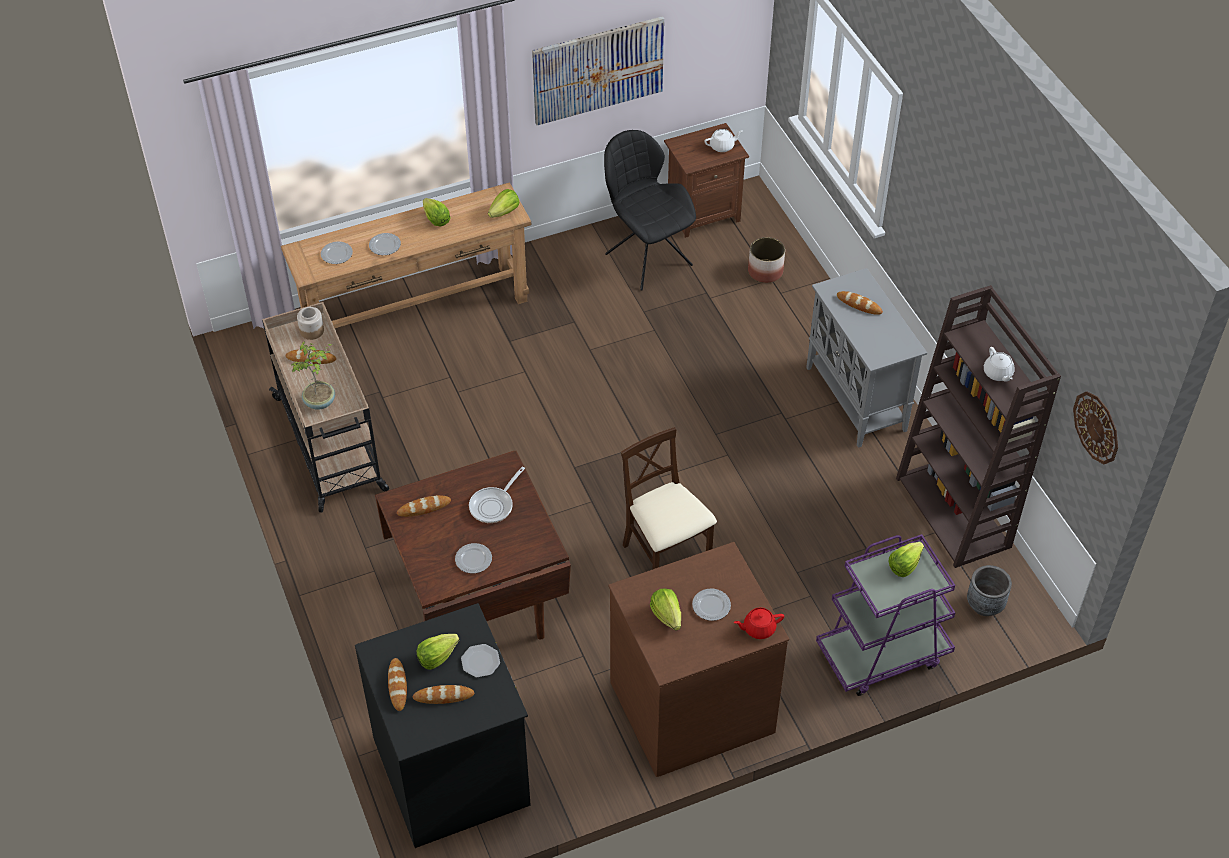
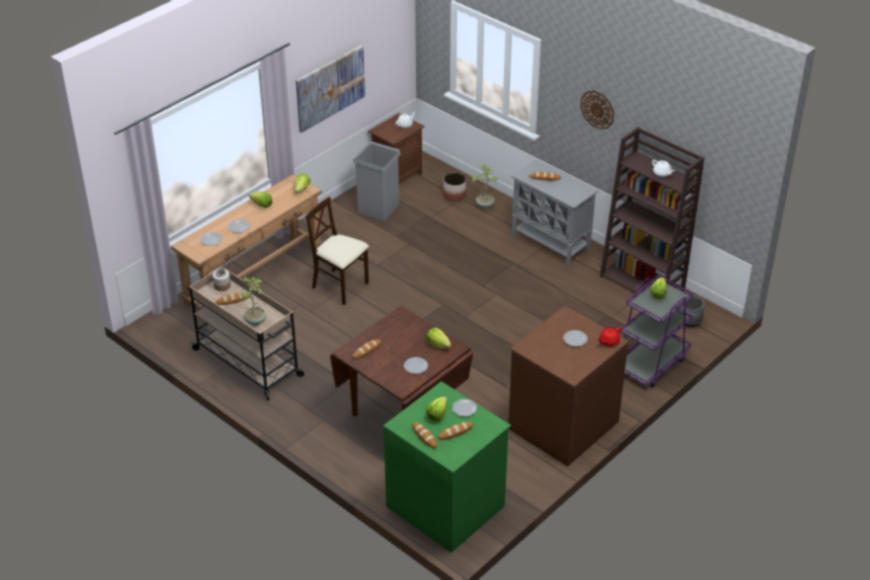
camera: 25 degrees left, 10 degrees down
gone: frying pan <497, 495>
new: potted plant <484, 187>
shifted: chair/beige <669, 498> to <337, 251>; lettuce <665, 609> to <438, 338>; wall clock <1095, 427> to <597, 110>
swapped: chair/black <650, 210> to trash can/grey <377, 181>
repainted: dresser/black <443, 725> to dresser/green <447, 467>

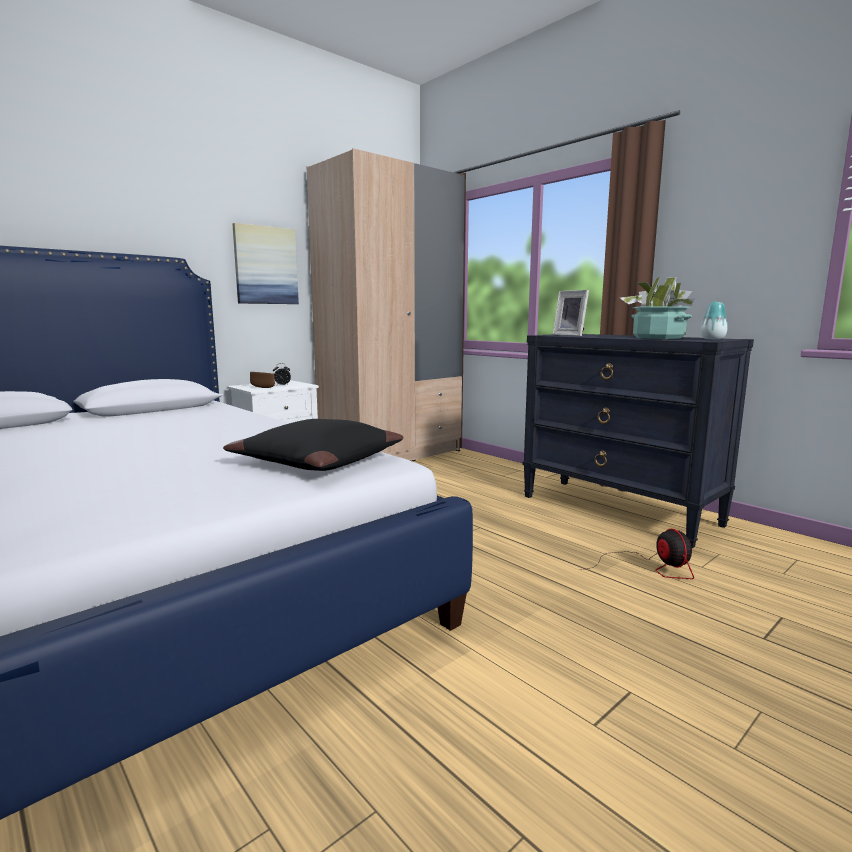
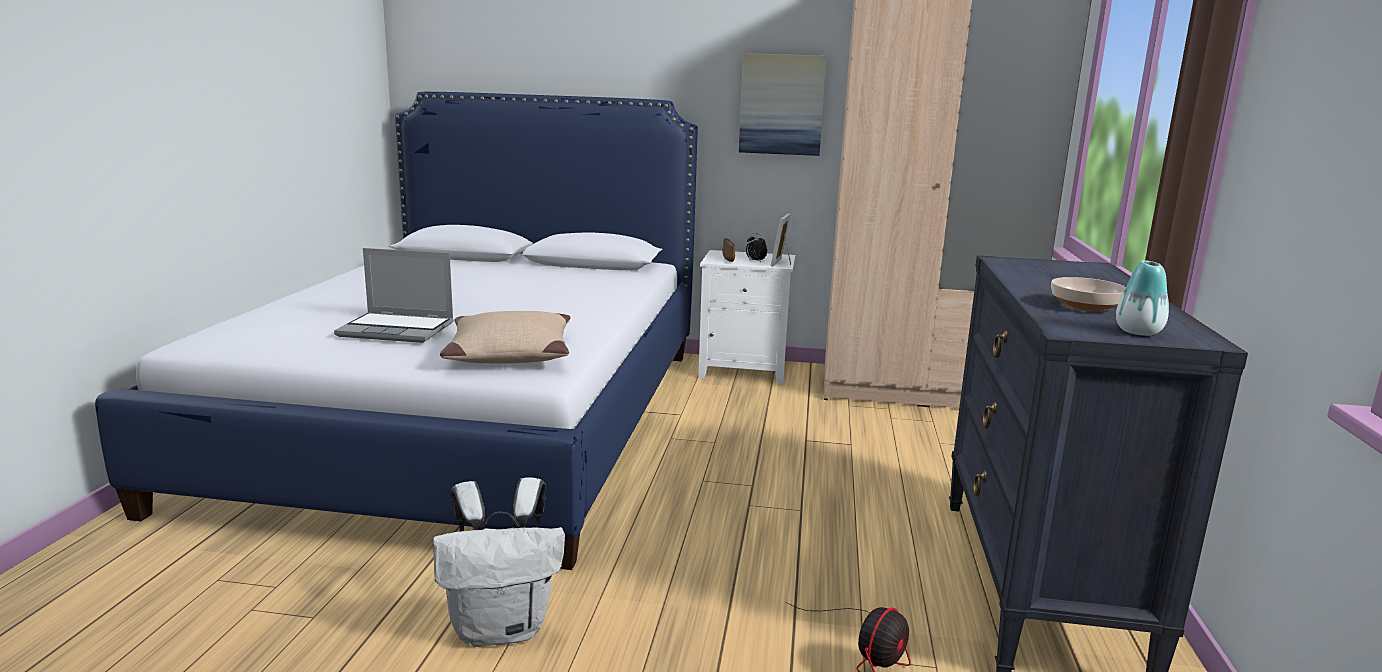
camera: 50 degrees right, 5 degrees up
new: laptop <394, 295>; backpack/white <499, 562>
shifted: picture frame <571, 313> to <781, 240>
swapped: potted plant <657, 308> to bowl <1088, 294>
repainted: pillow/black <313, 445> to pillow/beige <505, 337>

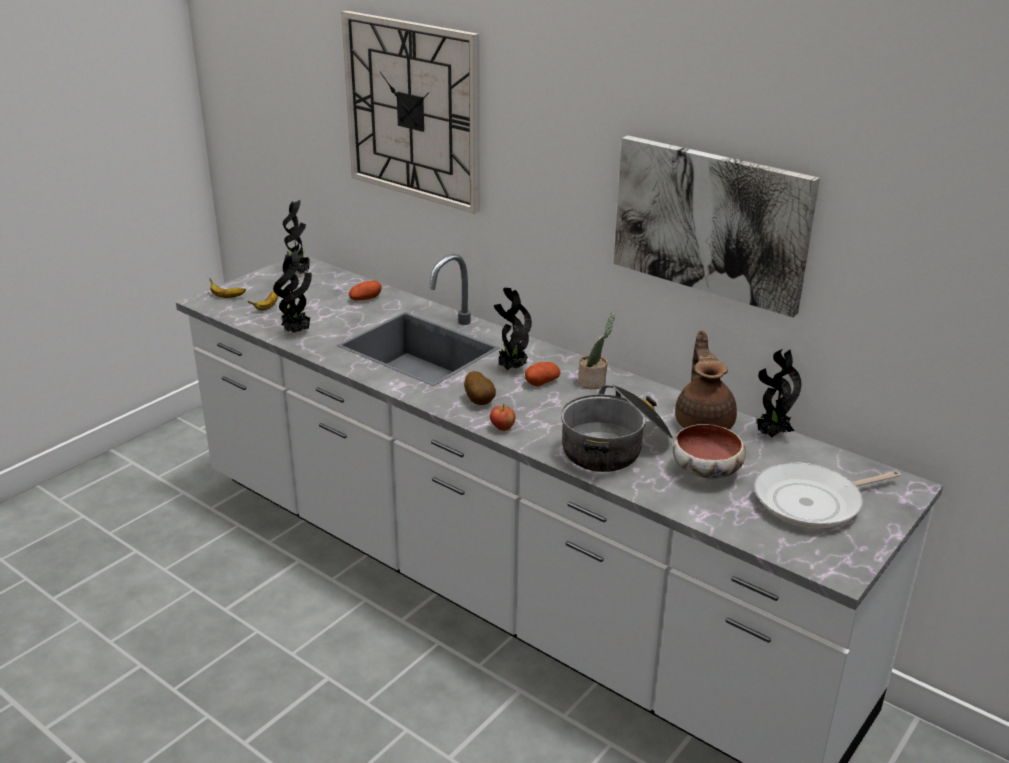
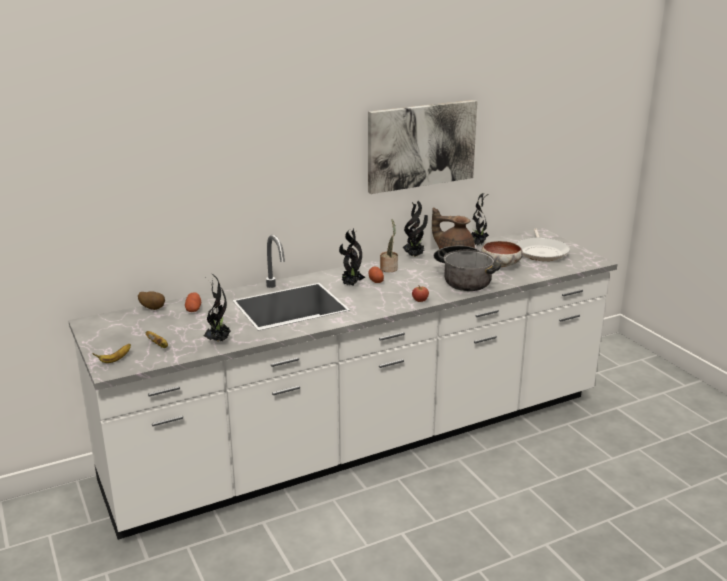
camera: 65 degrees left, 5 degrees down
gone: wall clock <410, 112>
shifted: potted plant <296, 237> to <415, 229>; potato <480, 388> to <151, 300>

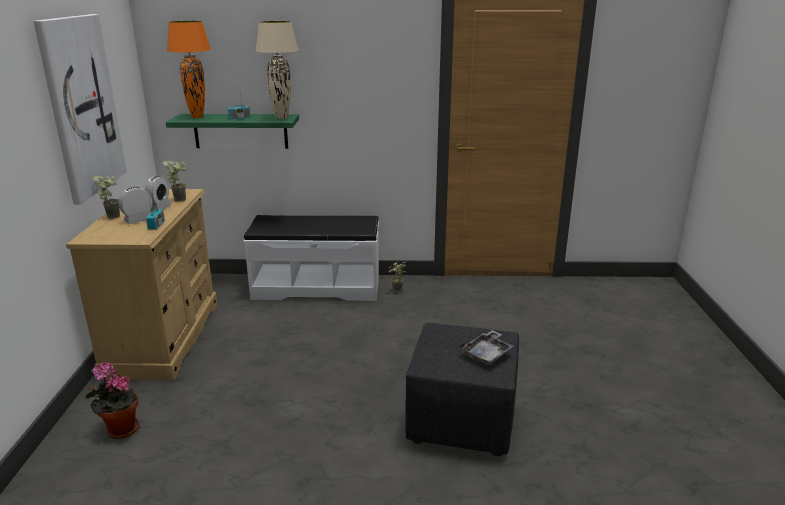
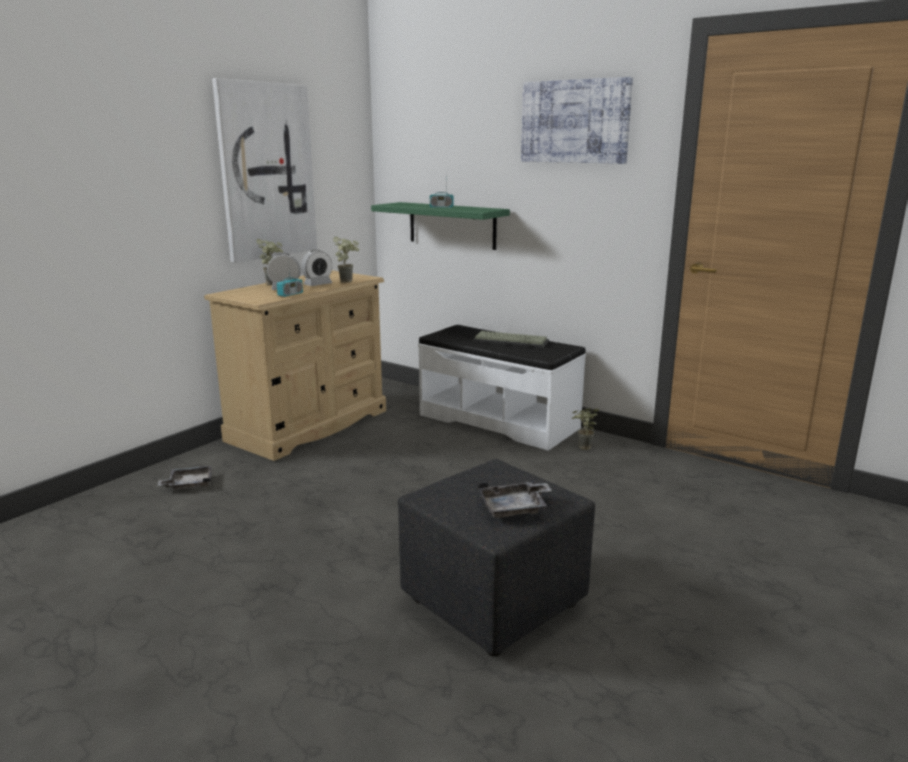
camera: 35 degrees right, 5 degrees down
gone: table lamp/orange <189, 69>; table lamp/beige <277, 70>
new: keyboard <511, 339>; picture <577, 120>
swapped: potted plant <112, 400> to tray/grey <184, 478>

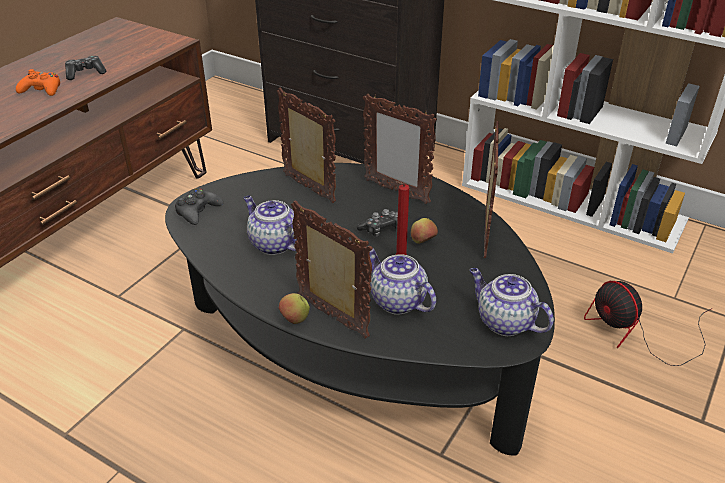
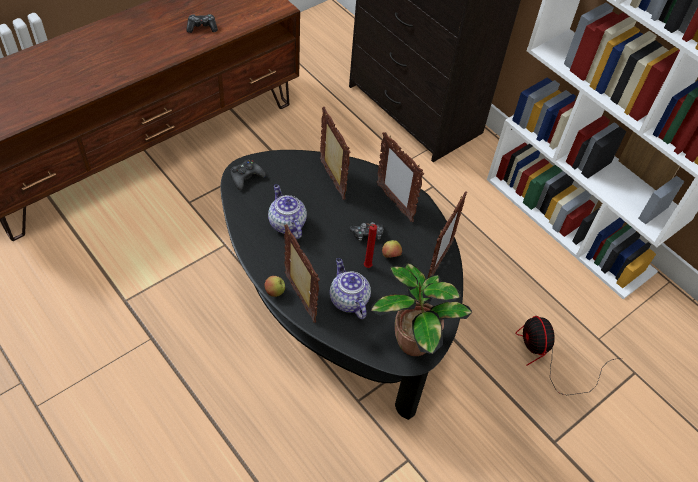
camera: 15 degrees right, 15 degrees up
gone: game controller/orange <38, 82>
swapped: teapot <512, 302> to potted plant <421, 309>

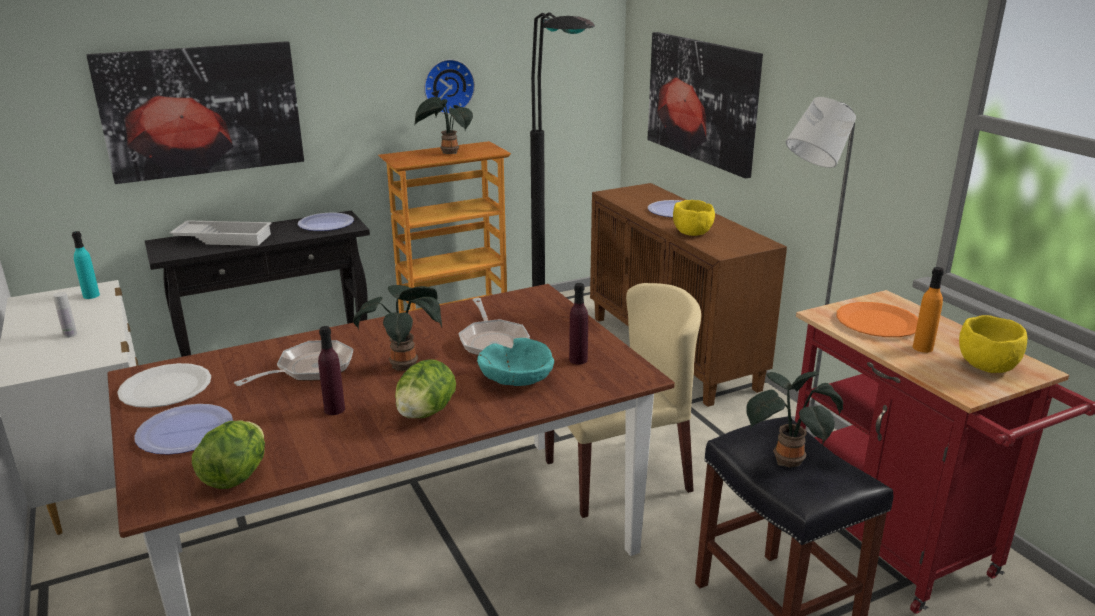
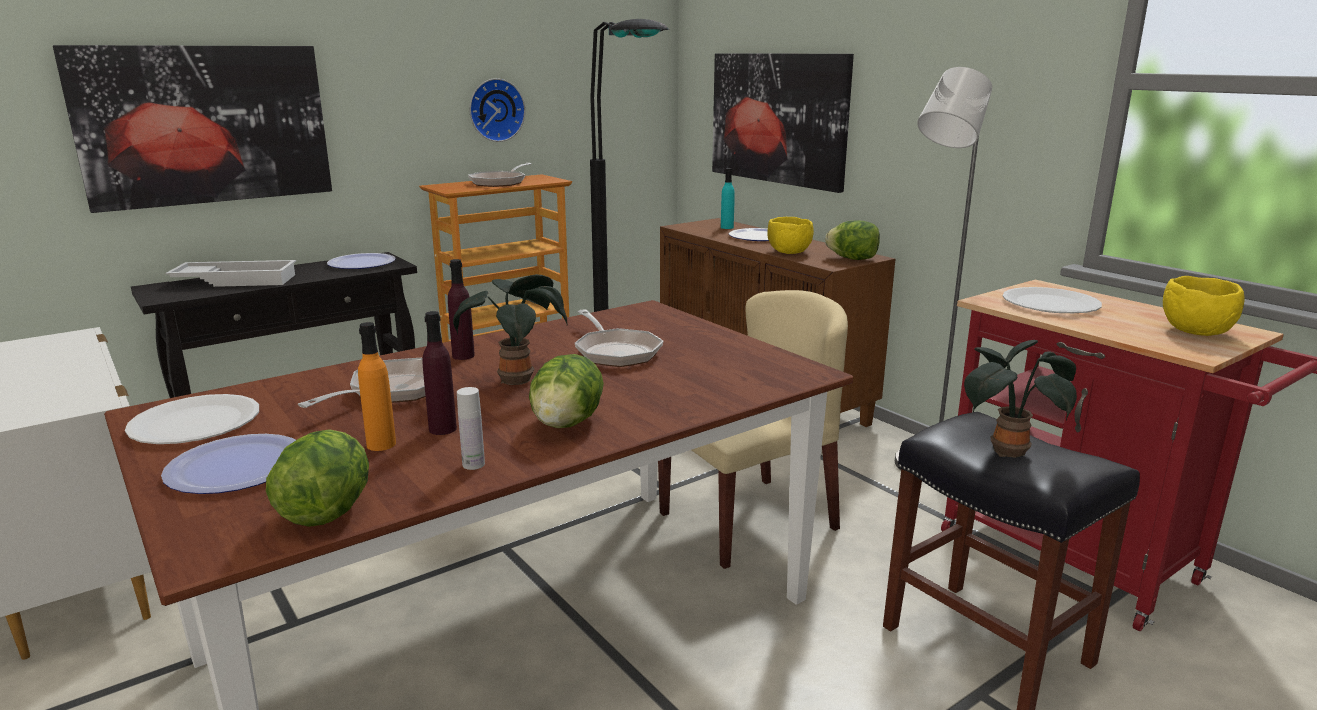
camera: 10 degrees left, 5 degrees down
gone: bowl/turquoise <515, 362>
new: lettuce <852, 240>
shifted: bottle/white <65, 315> to <471, 428>; bottle/turquoise <86, 265> to <728, 198>; bottle/purple <578, 324> to <461, 309>; bottle/orange <928, 310> to <377, 386>
swapped: potted plant <444, 125> to frying pan <500, 175>
repainted: plate/orange <877, 319> to plate/white <1052, 300>

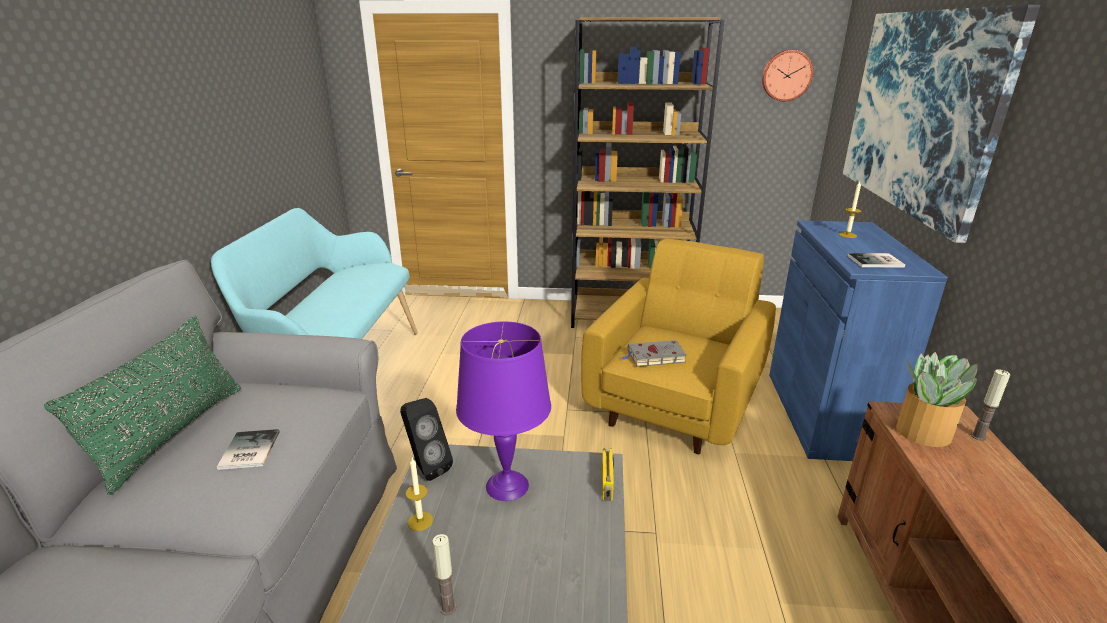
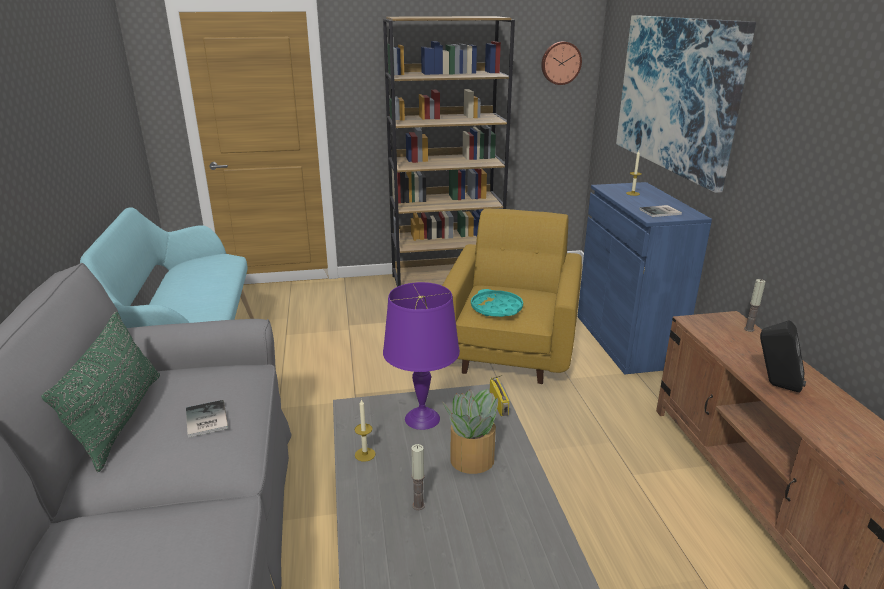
camera: 15 degrees left, 0 degrees up
shifted: speaker/black <426, 439> to <783, 356>; potted plant <936, 399> to <470, 431>
swapped: book/grey <654, 353> to tray/turquoise <497, 303>

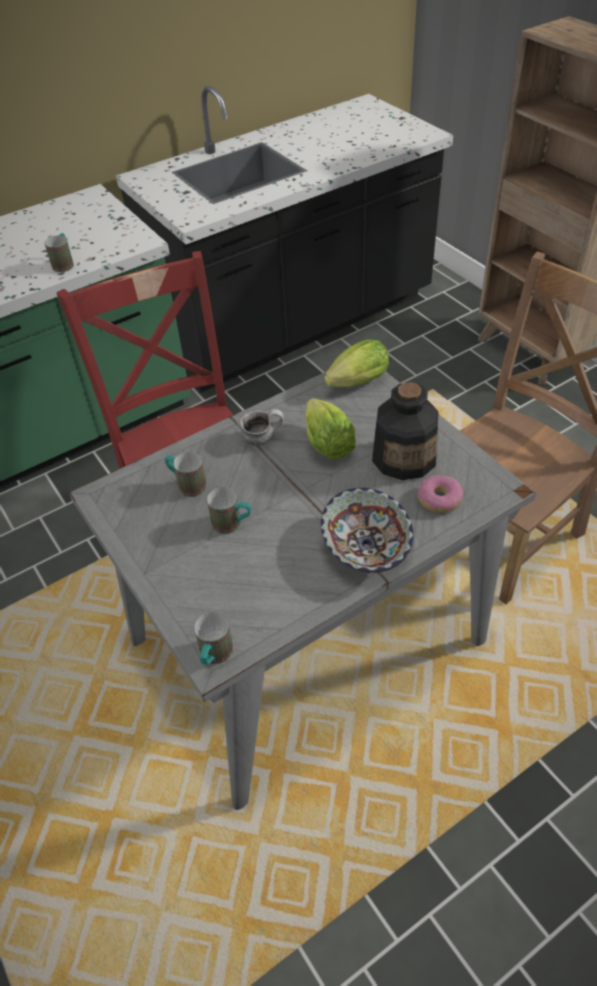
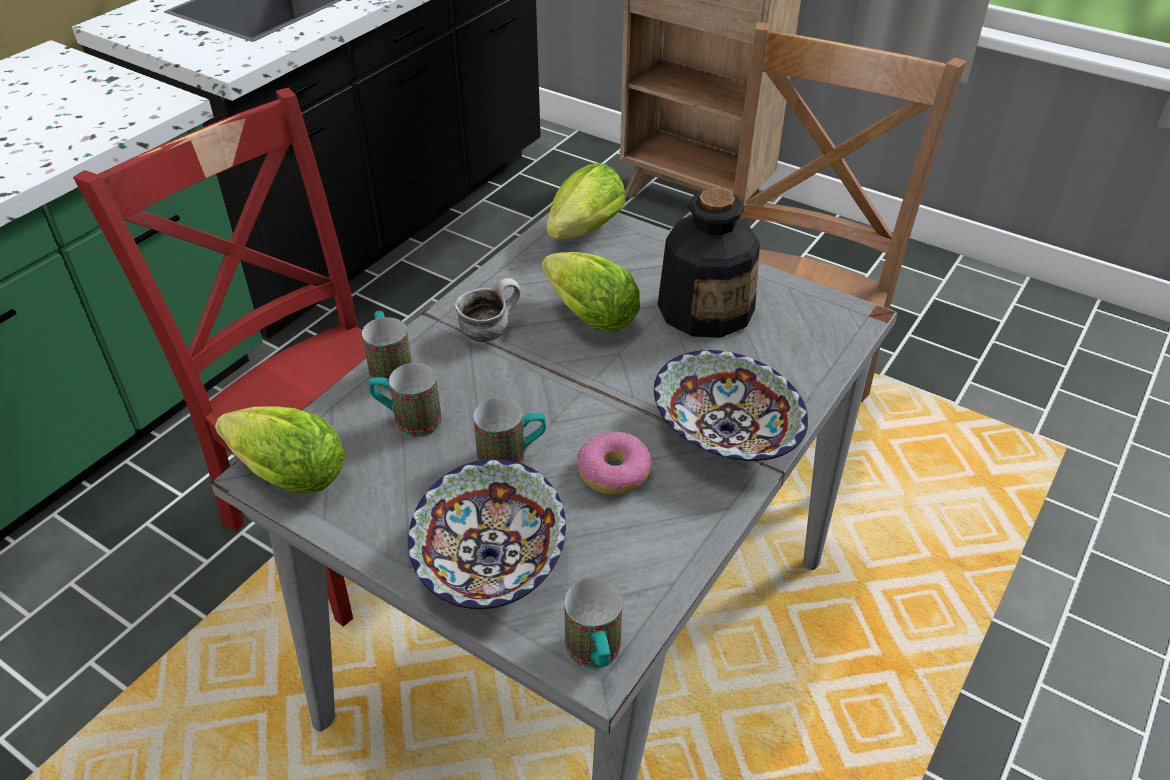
camera: 25 degrees left, 5 degrees down
new: lettuce <280, 450>; bowl <487, 534>
shifted: mug <59, 252> to <387, 349>; donut <440, 494> to <614, 463>

